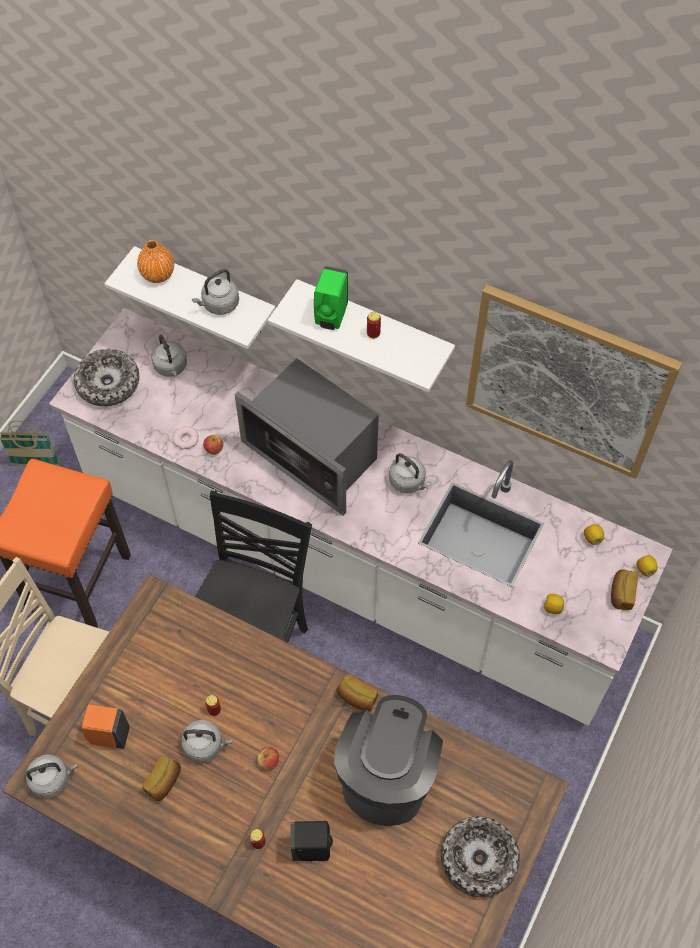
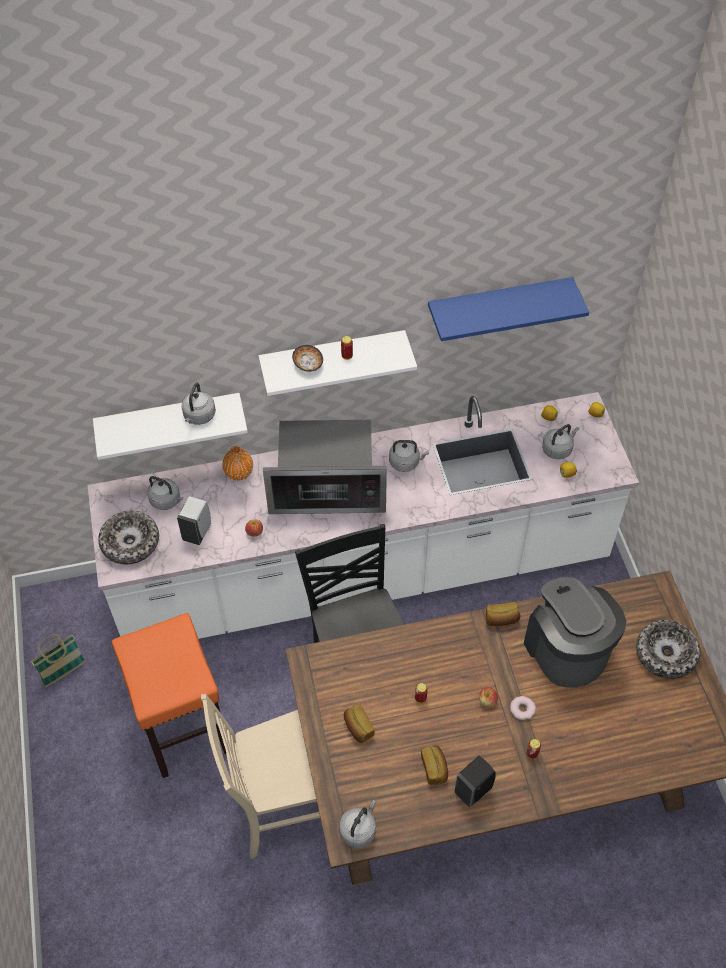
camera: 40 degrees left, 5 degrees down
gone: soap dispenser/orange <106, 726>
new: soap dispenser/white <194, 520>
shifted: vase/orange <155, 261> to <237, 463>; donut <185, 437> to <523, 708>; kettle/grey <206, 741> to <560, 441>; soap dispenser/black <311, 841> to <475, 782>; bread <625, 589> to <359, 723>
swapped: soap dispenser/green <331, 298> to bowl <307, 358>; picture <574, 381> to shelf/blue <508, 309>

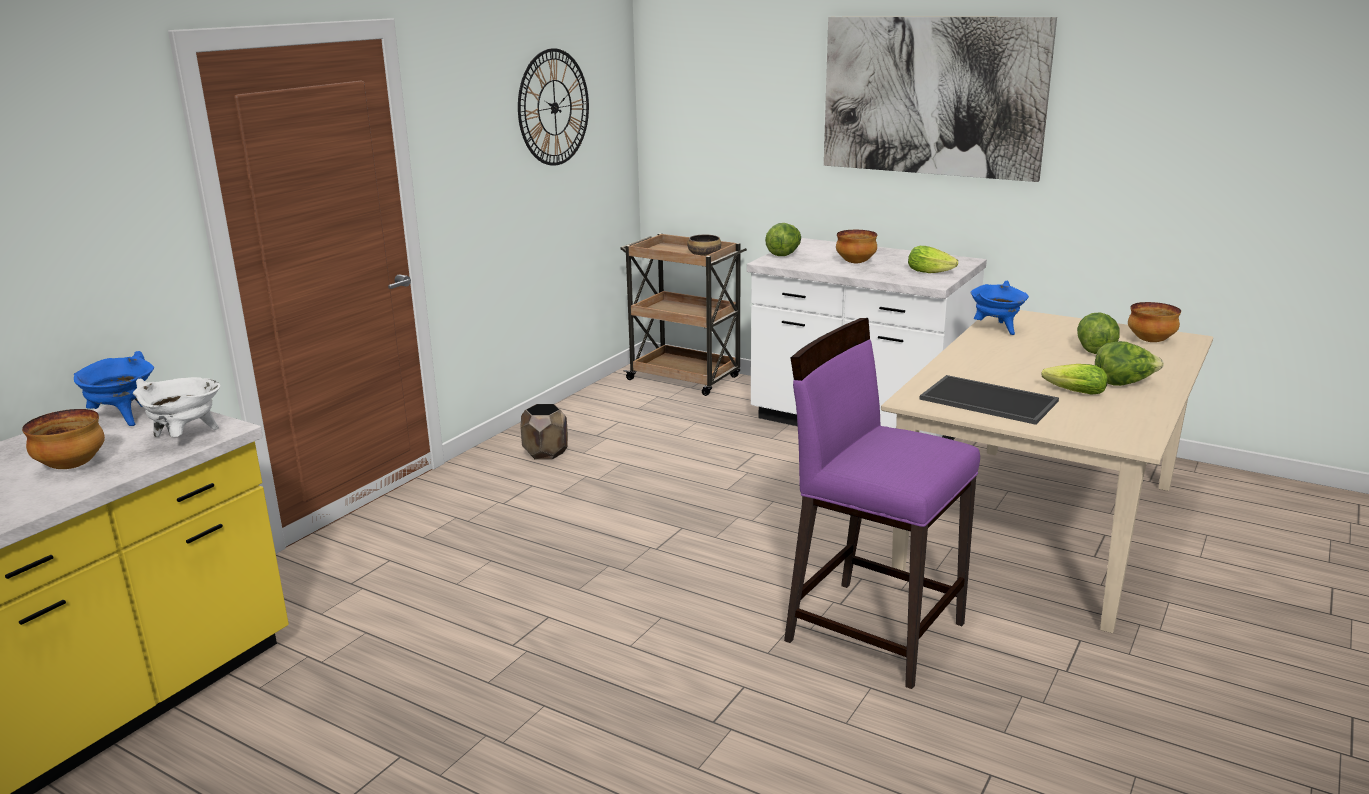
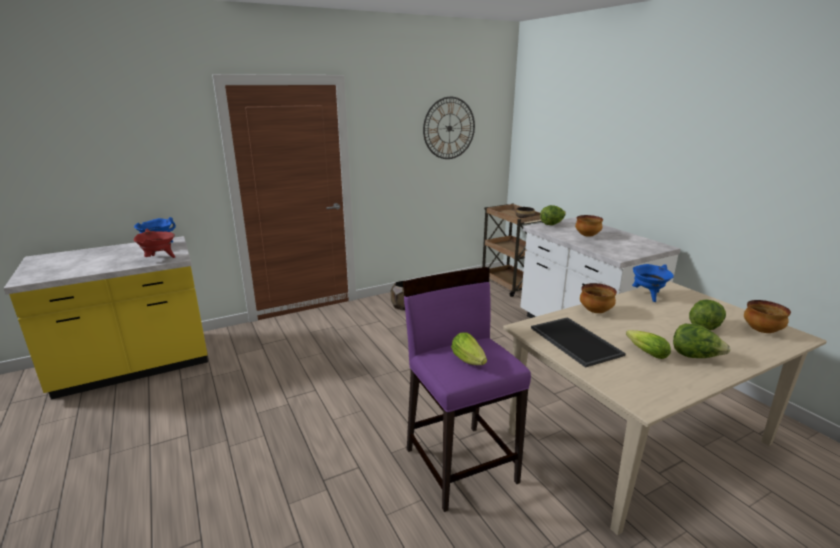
camera: 30 degrees right, 0 degrees up
gone: picture <940, 99>
shifted: bowl <63, 439> to <598, 298>; lettuce <933, 259> to <469, 349>
repainted: cooking pot/white <176, 407> to cooking pot/red <154, 243>

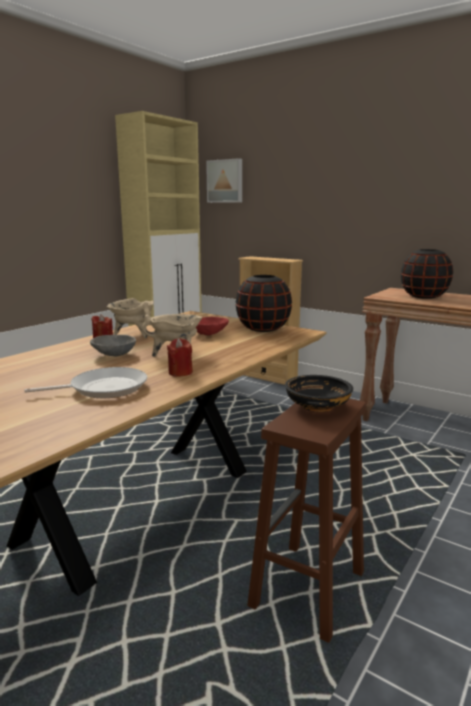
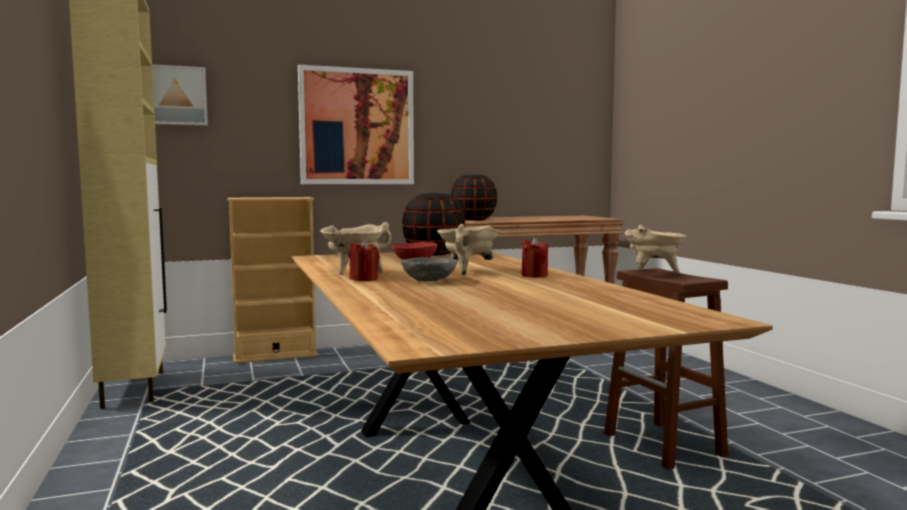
camera: 55 degrees left, 10 degrees down
gone: frying pan <86, 382>
new: picture <356, 124>
swapped: bowl/black <319, 393> to cooking pot/beige <656, 249>

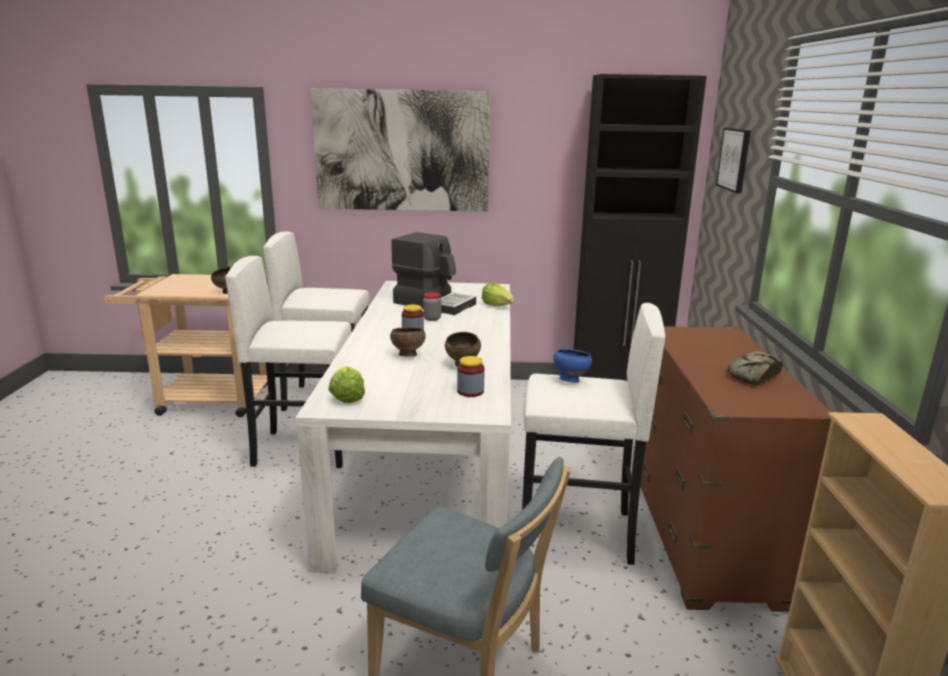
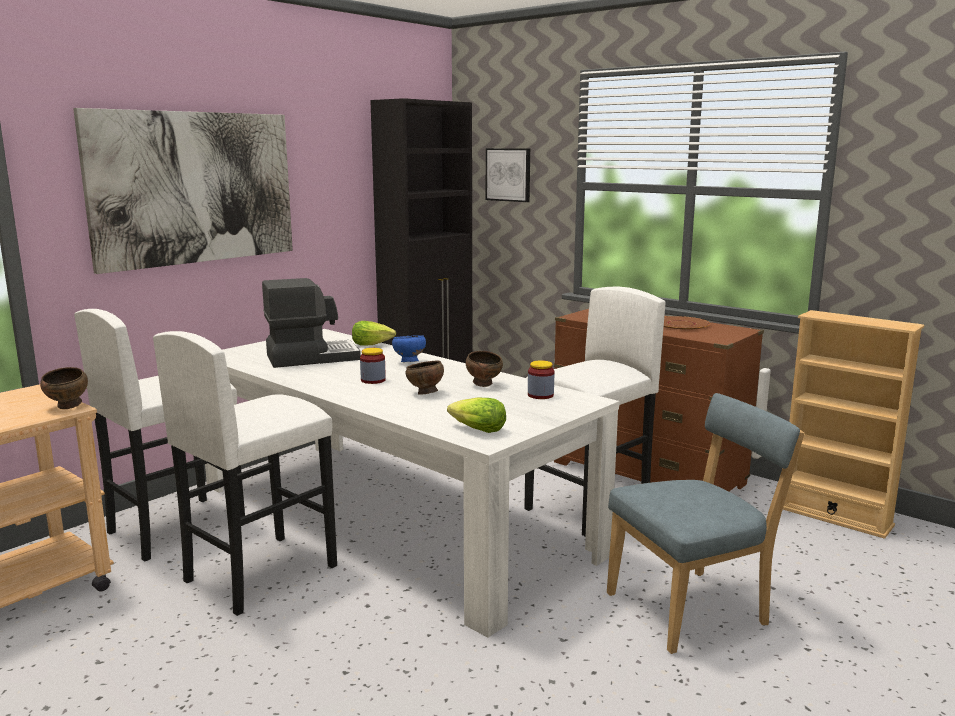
camera: 50 degrees left, 5 degrees down
gone: jar <432, 306>
shifted: bowl/blue <572, 365> to <409, 348>
swapped: bread <755, 368> to plate/brown <687, 323>

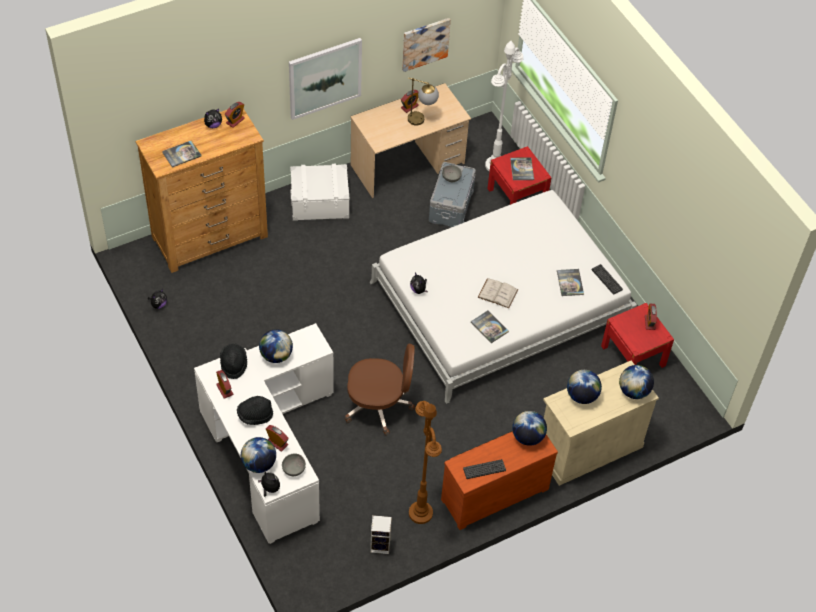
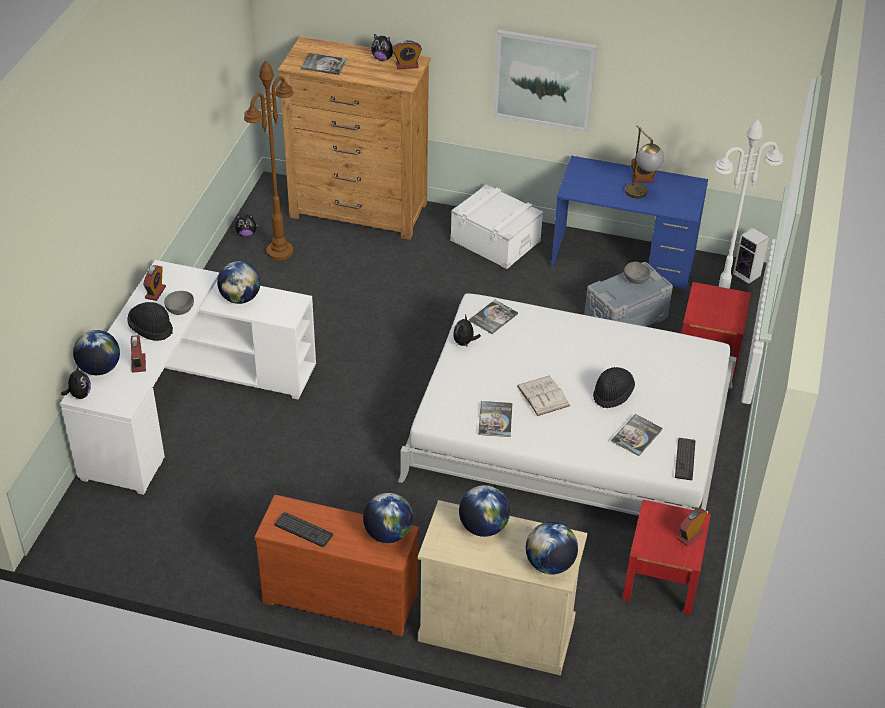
camera: 45 degrees right, 10 degrees down
gone: office chair/brown <380, 389>; picture <426, 45>
shifted: hat/black <233, 361> to <614, 387>; bowl/grey <294, 465> to <179, 303>; speaker <381, 534> to <751, 256>; floor lamp/brown <425, 462> to <268, 160>; book <522, 168> to <493, 317>
repainted: desk/beige <410, 140> to desk/blue <629, 223>

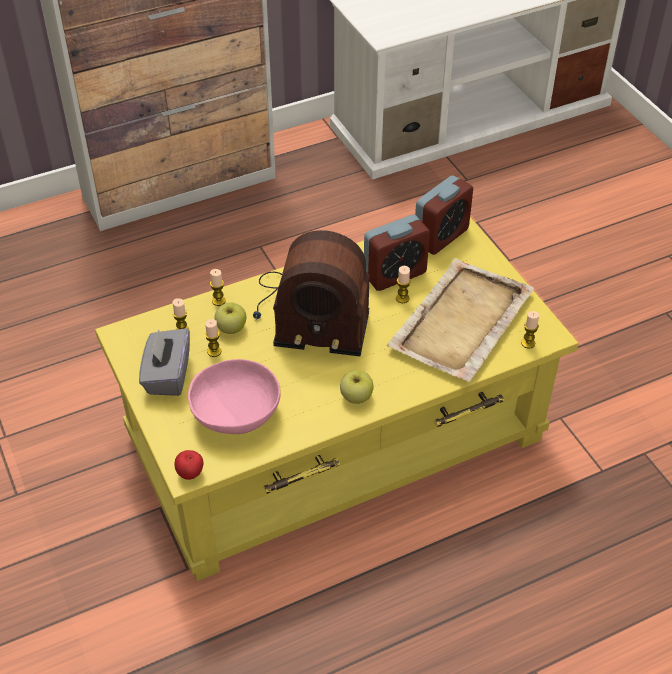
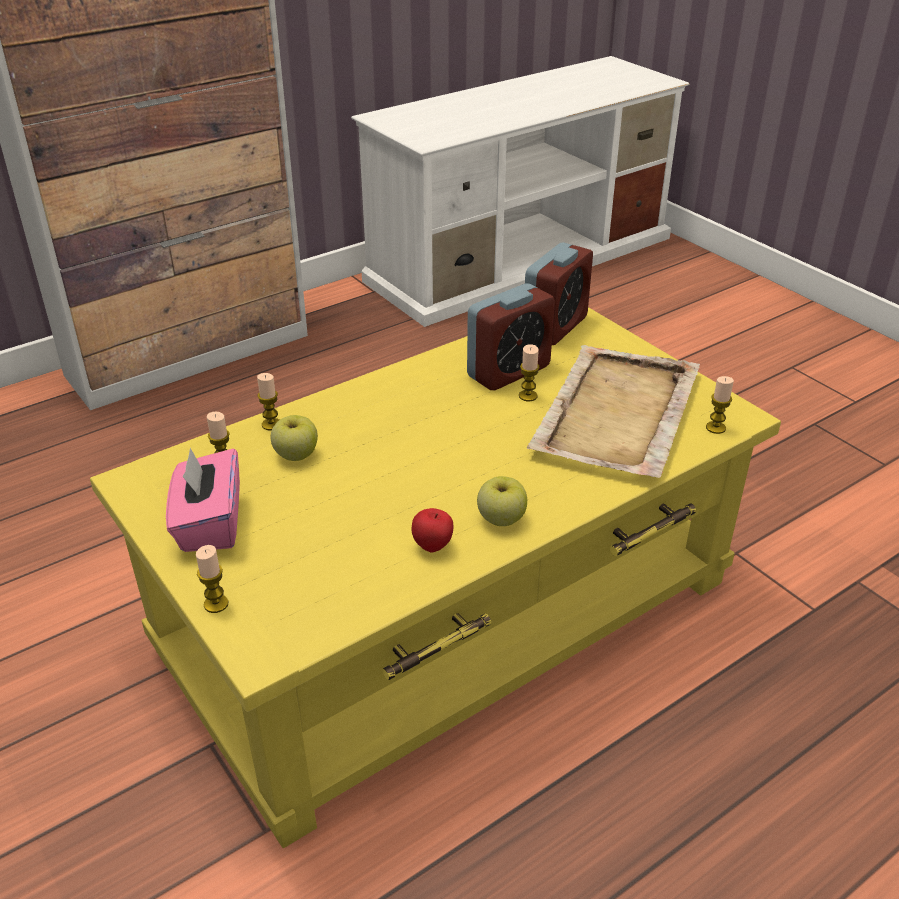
camera: 10 degrees left, 10 degrees down
gone: bowl/pink <234, 396>; radio <311, 293>
shifted: apple <189, 465> to <432, 530>; candle <213, 338> to <212, 579>
repainted: tissue box/grey <164, 362> to tissue box/pink <203, 500>

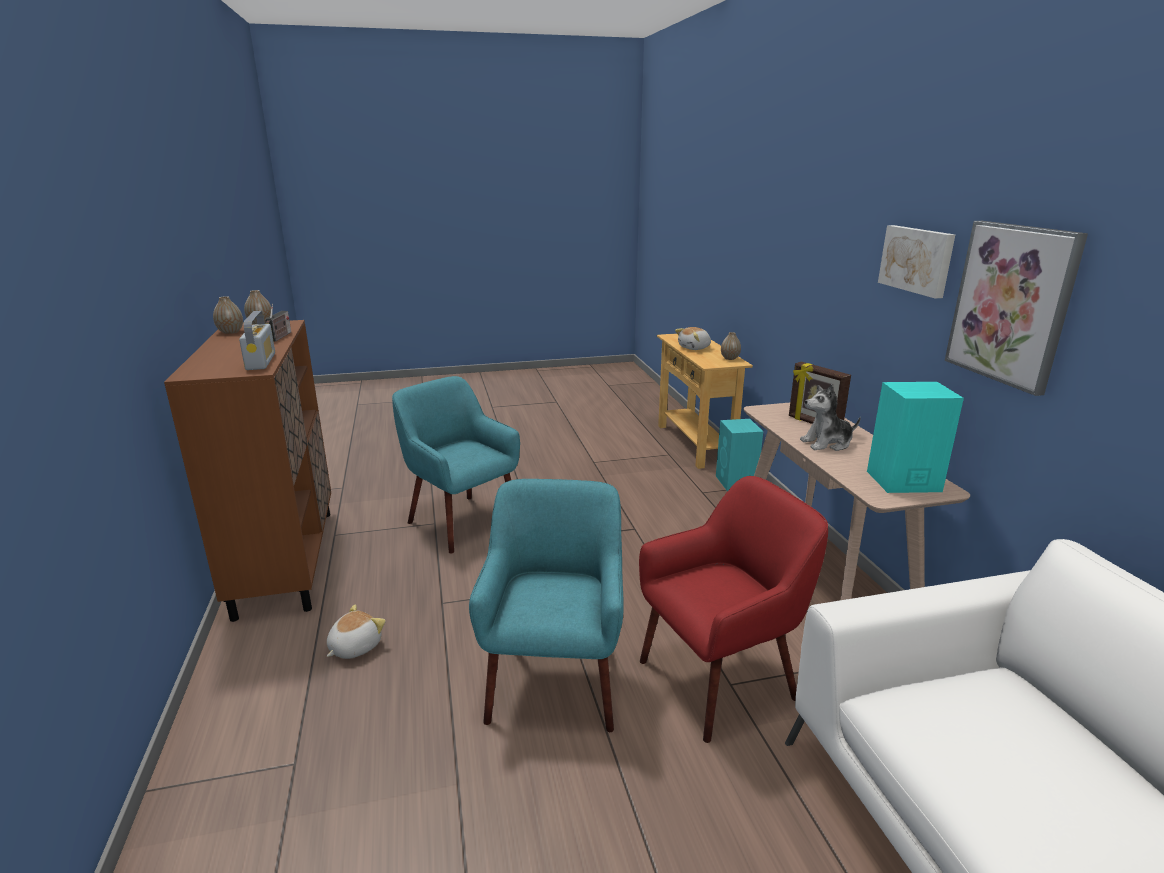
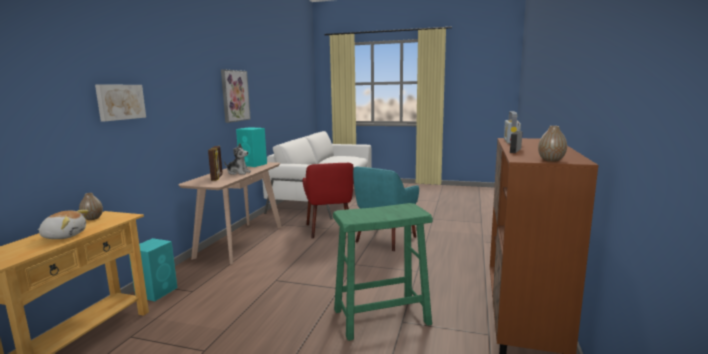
camera: 150 degrees left, 10 degrees down
gone: vase <228, 315>; plush toy <356, 631>
shifted: picture <916, 262> to <120, 103>
swapped: armchair/turquoise <456, 464> to stool/green <383, 272>
rotated: armchair/red <733, 609> = <328, 201> 105 degrees counterclockwise

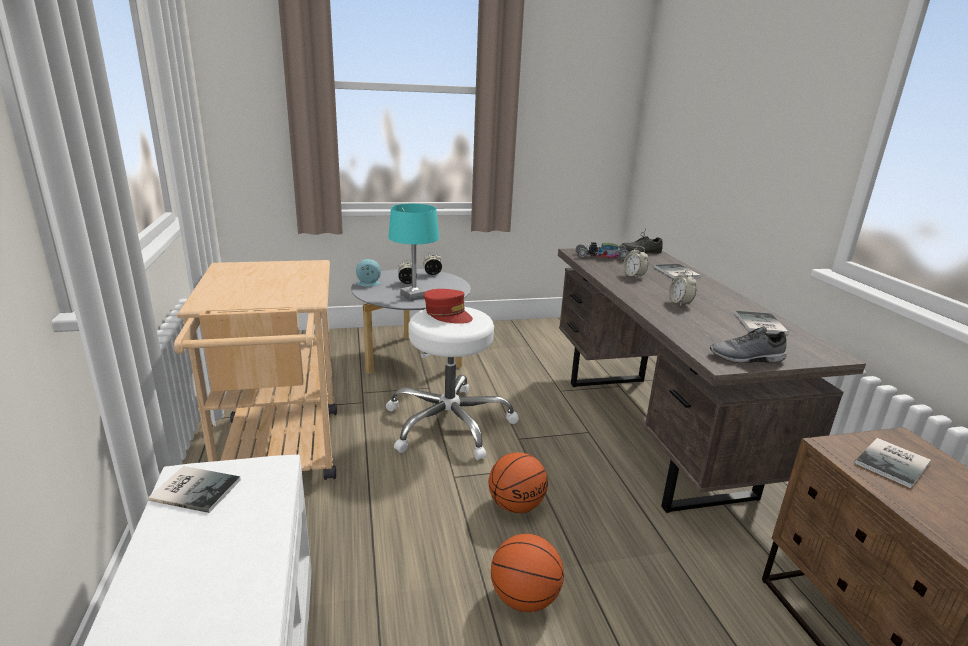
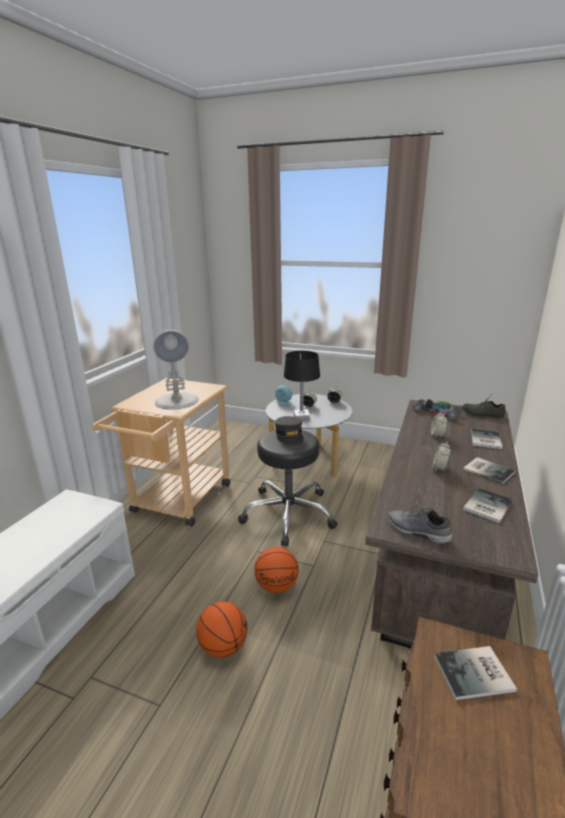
camera: 35 degrees right, 0 degrees up
new: table lamp/white <176, 369>
shifted: book <194, 489> to <489, 471>
repainted: stool/white <452, 383> to stool/black <288, 488>; table lamp/turquoise <413, 252> to table lamp/black <302, 385>; cap/red <448, 306> to cap/grey <289, 430>

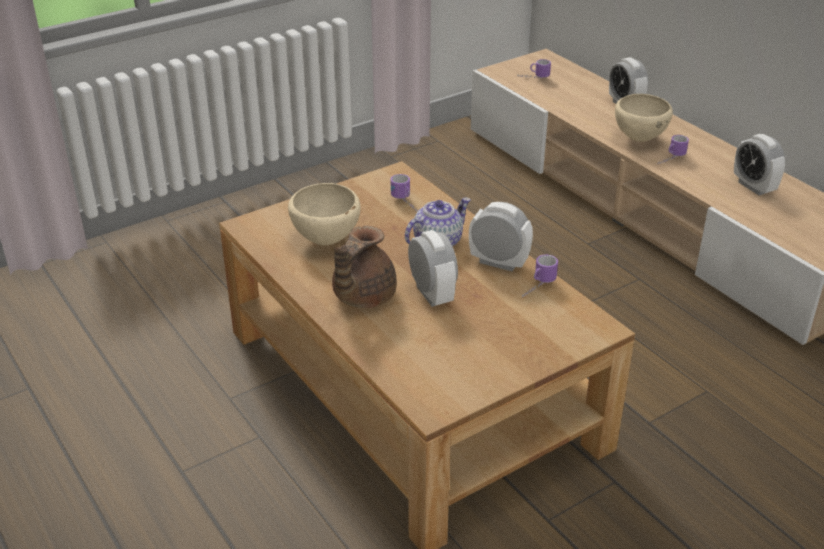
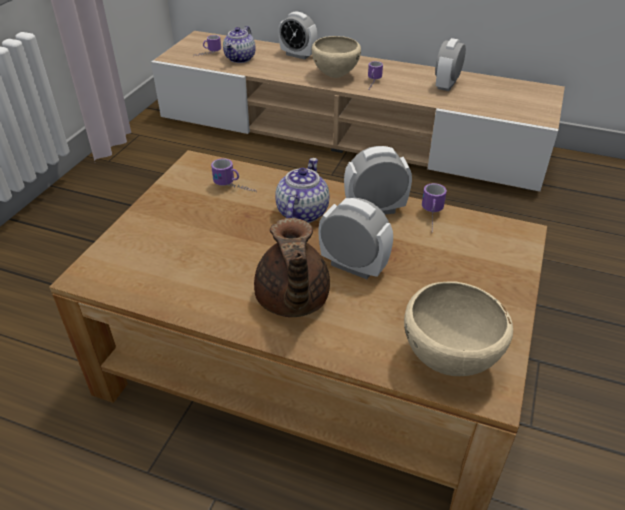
camera: 35 degrees left, 5 degrees up
new: teapot <239, 44>
shifted: bowl/beige <324, 214> to <458, 328>
rotated: alarm clock <759, 164> = <450, 64> 90 degrees clockwise

